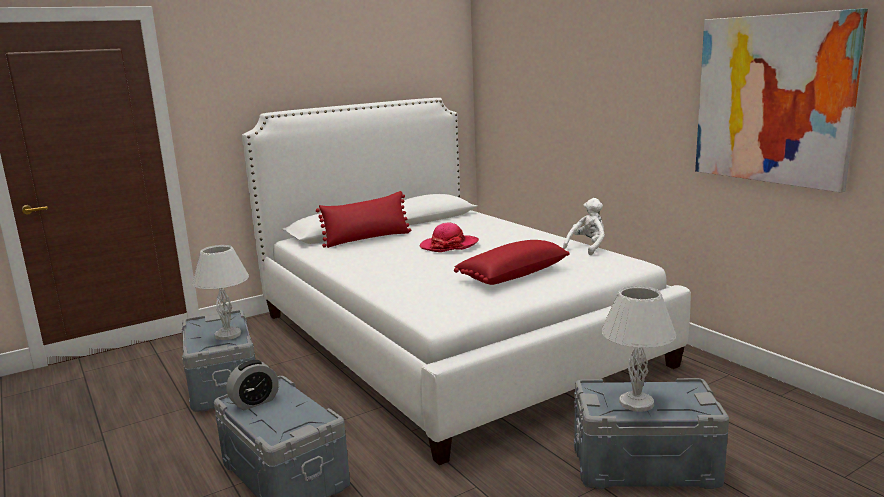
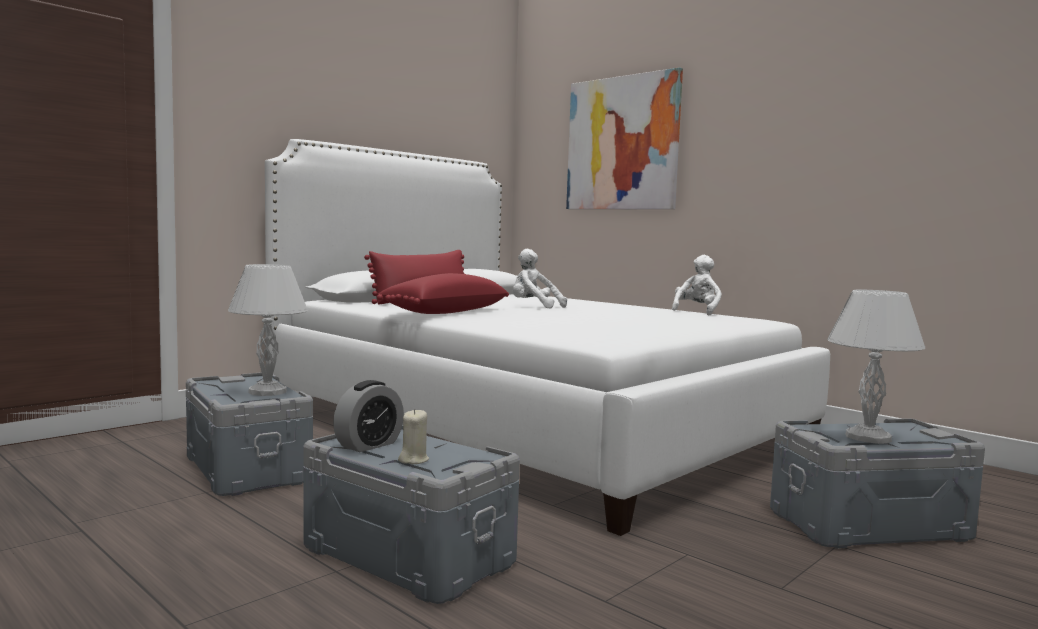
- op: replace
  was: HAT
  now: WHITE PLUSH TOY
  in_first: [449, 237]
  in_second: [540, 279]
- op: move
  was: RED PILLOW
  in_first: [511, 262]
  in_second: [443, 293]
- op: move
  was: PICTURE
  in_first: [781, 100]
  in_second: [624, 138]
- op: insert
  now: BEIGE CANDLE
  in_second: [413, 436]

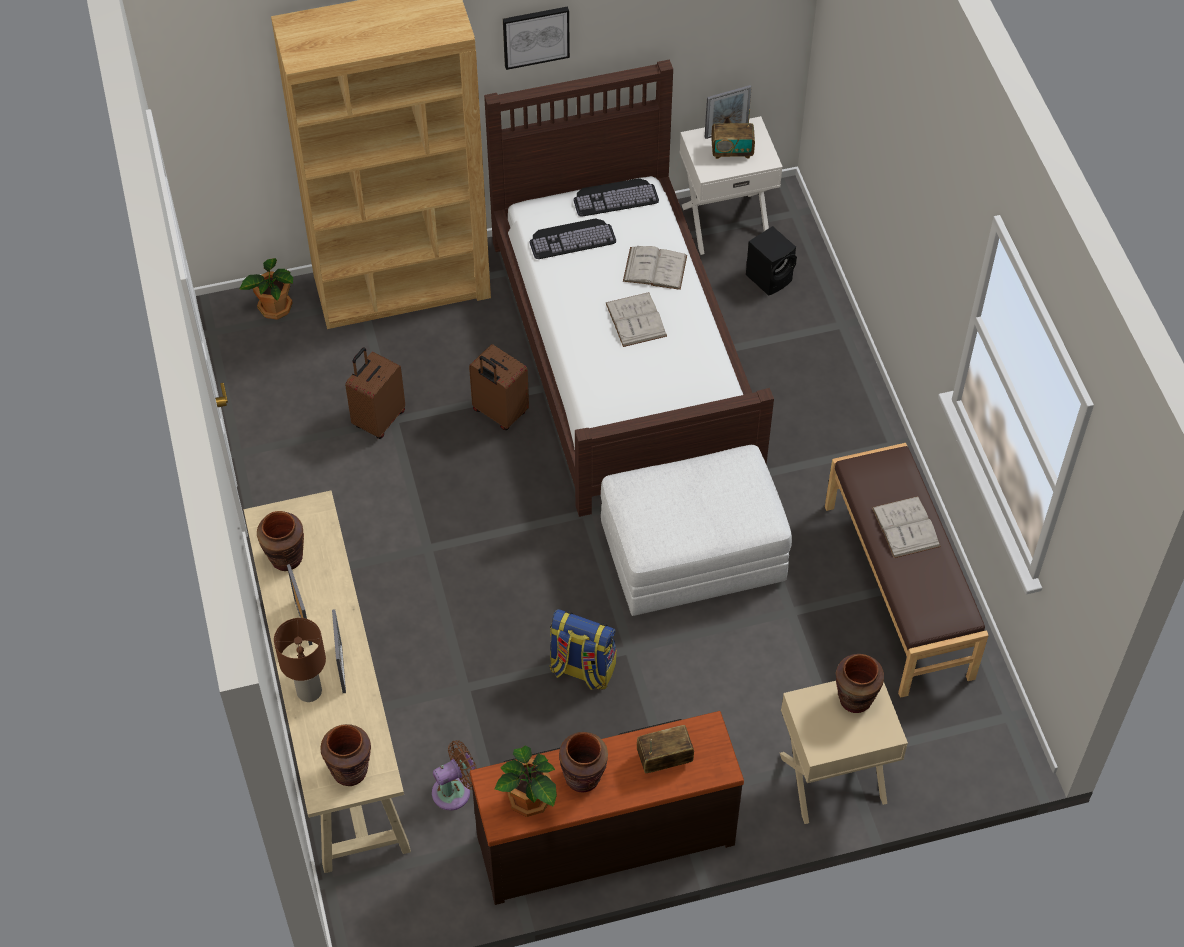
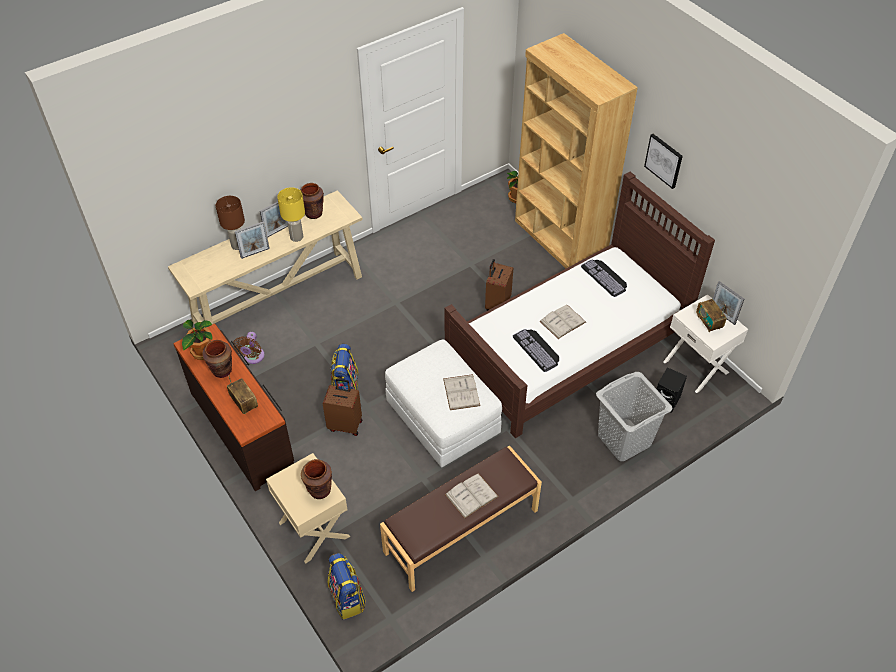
- op: delete
  was: BROWN VASE
  in_first: [345, 755]
- op: move
  was: BROWN SUITCASE
  in_first: [375, 393]
  in_second: [342, 407]
- op: rotate
  was: BROWN FAN
  in_first: [454, 775]
  in_second: [249, 348]
  clockwise: 60
- op: move
  was: KEYBOARD
  in_first: [616, 197]
  in_second: [536, 350]
- op: move
  was: WHITE BOOK
  in_first: [655, 268]
  in_second: [461, 392]
- op: insert
  now: YELLOW TABLE LAMP
  in_second: [291, 214]
- op: insert
  now: BACKPACK
  in_second: [347, 586]
- op: insert
  now: GREY LAUNDRY BASKET
  in_second: [634, 416]

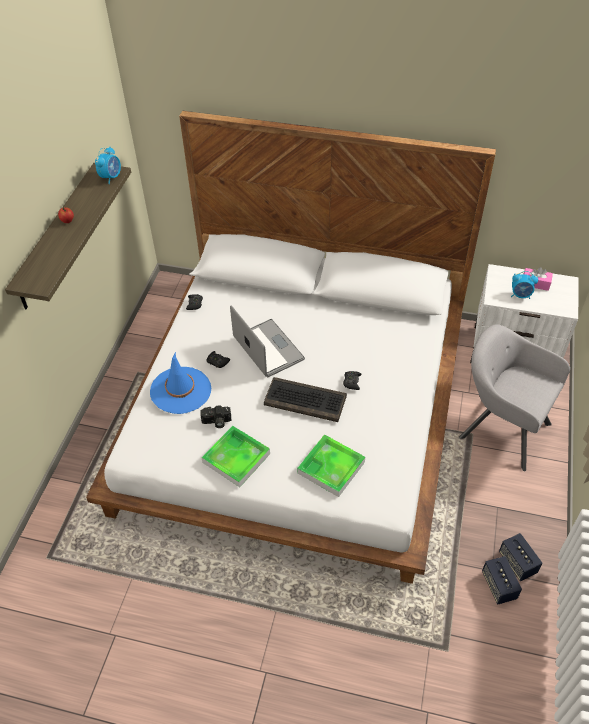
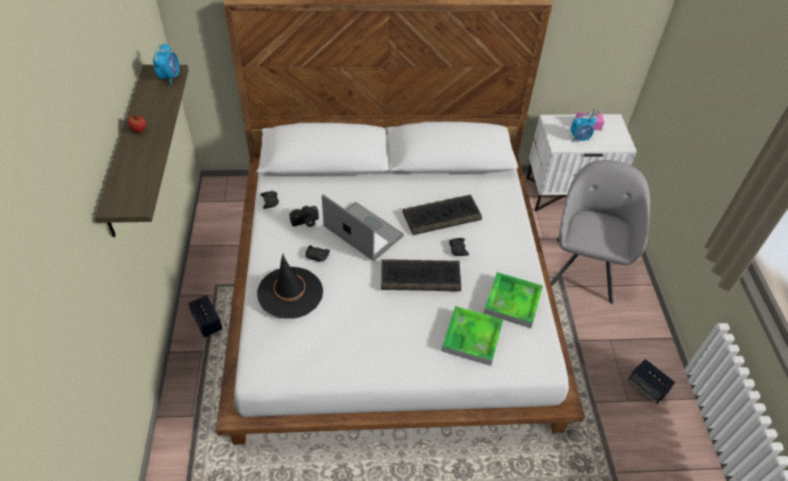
- op: recolor
  was: BLUE HAT
  now: BLACK HAT
  in_first: [180, 383]
  in_second: [290, 286]
- op: move
  was: PHOTO CAMERA
  in_first: [215, 416]
  in_second: [304, 216]
- op: move
  was: TRAY
  in_first: [235, 456]
  in_second: [513, 300]
- op: rotate
  was: GREY ARMCHAIR
  in_first: [514, 397]
  in_second: [600, 232]
  clockwise: 90
- op: move
  was: SPEAKER
  in_first: [502, 580]
  in_second: [205, 316]
- op: insert
  now: KEYBOARD
  in_second: [442, 215]

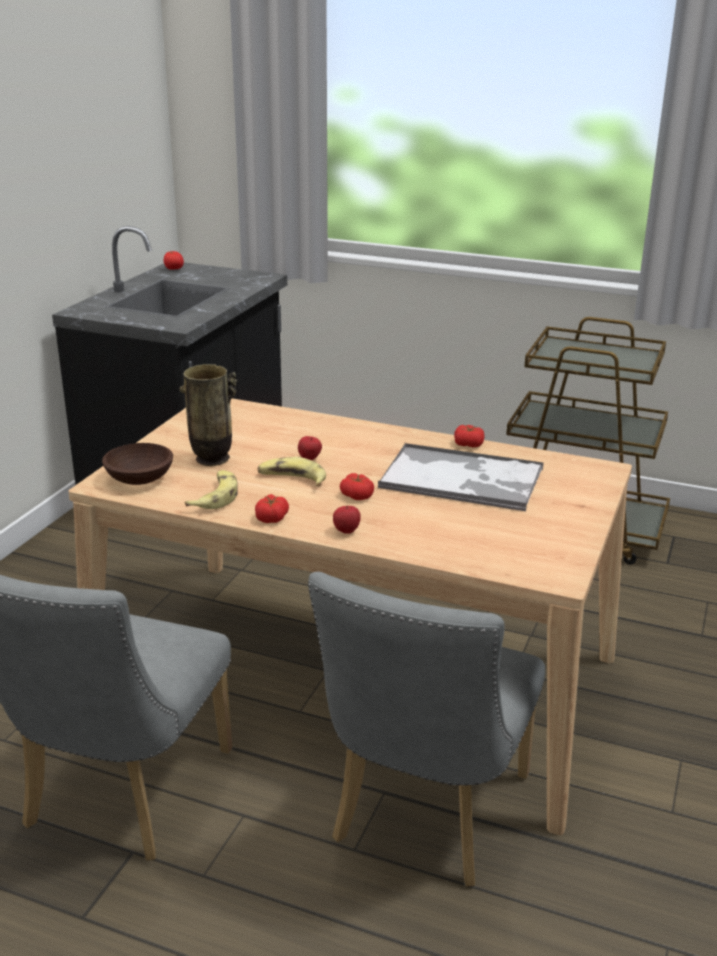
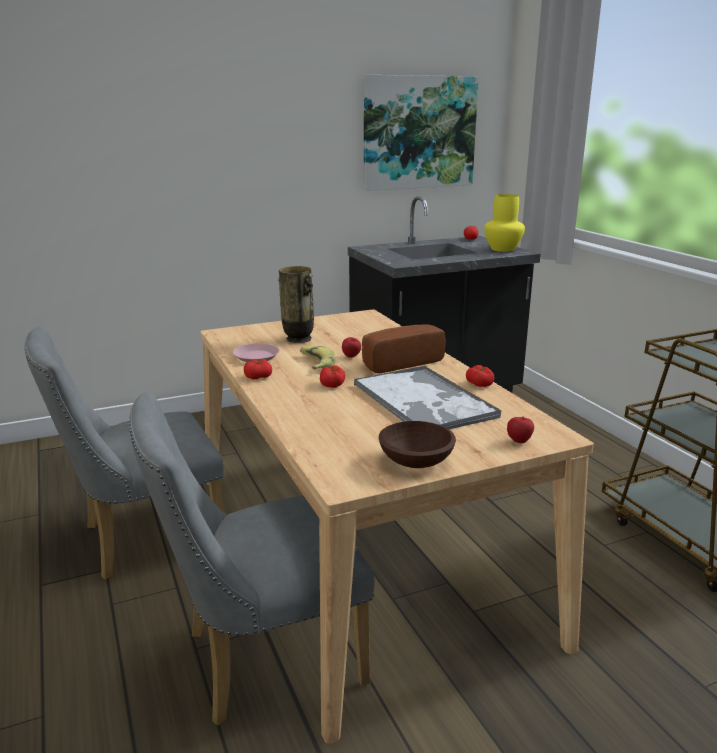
- op: move
  was: BROWN BOWL
  in_first: [137, 464]
  in_second: [417, 444]
- op: replace
  was: BANANA
  now: PINK PLATE
  in_first: [211, 489]
  in_second: [256, 353]
- op: move
  was: APPLE
  in_first: [347, 519]
  in_second: [520, 429]
- op: insert
  now: BREAD
  in_second: [404, 349]
- op: insert
  now: PICTURE
  in_second: [421, 133]
- op: insert
  now: YELLOW VASE
  in_second: [504, 223]

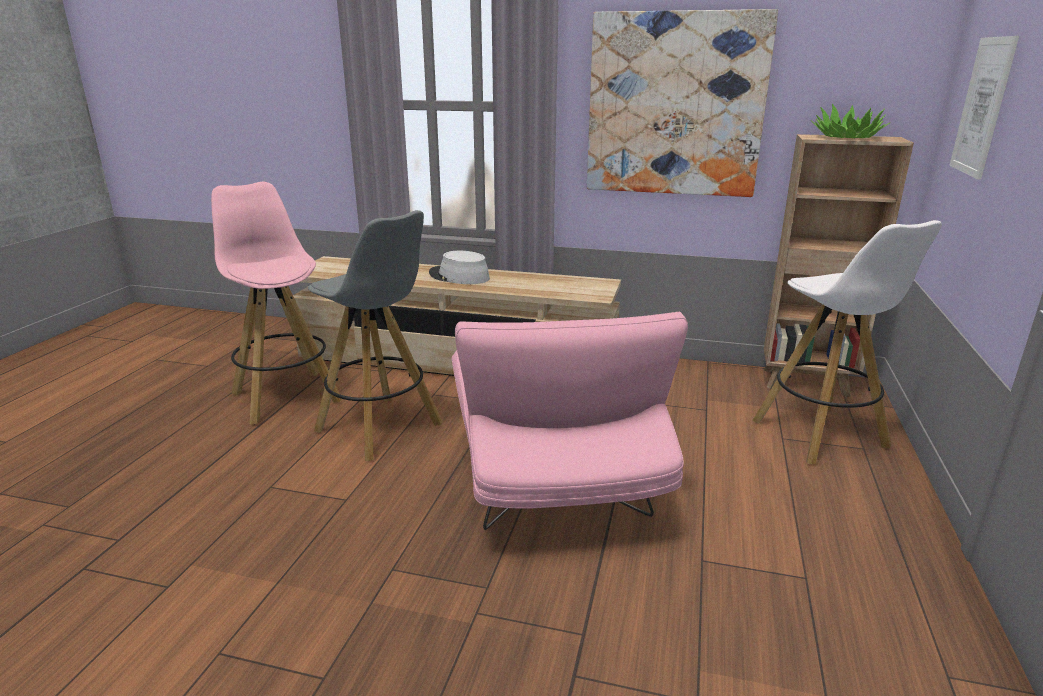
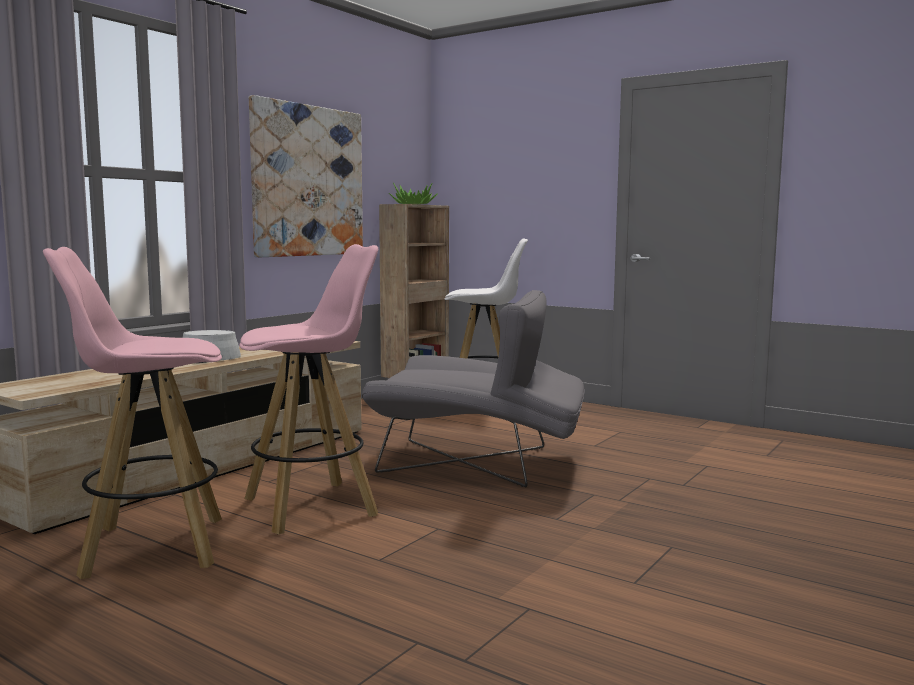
- op: recolor
  was: GREY STOOL
  now: PINK STOOL
  in_first: [375, 335]
  in_second: [308, 389]
- op: recolor
  was: PINK ARMCHAIR
  now: GREY ARMCHAIR
  in_first: [570, 421]
  in_second: [473, 388]
- op: delete
  was: PICTURE
  in_first: [984, 108]

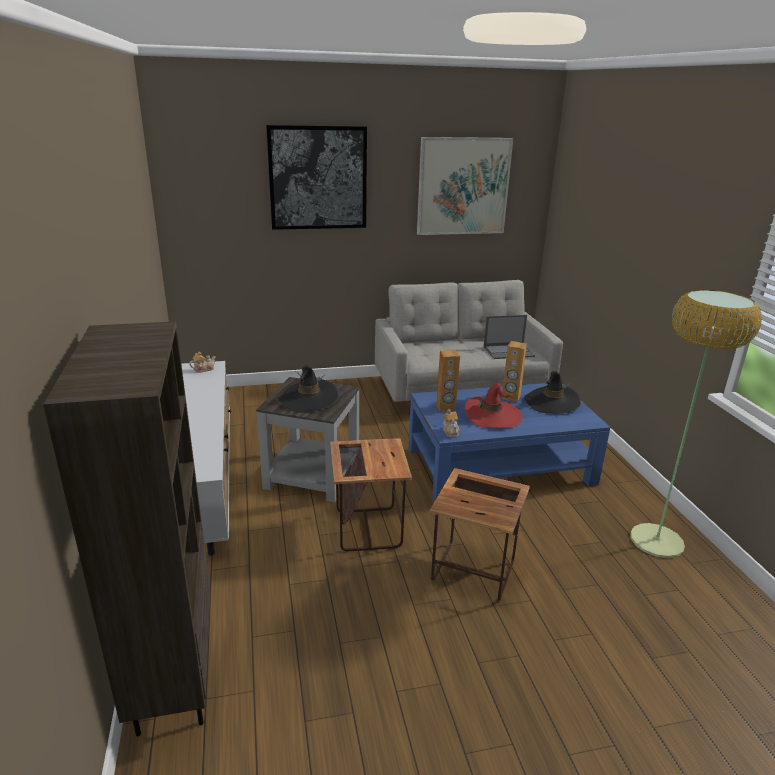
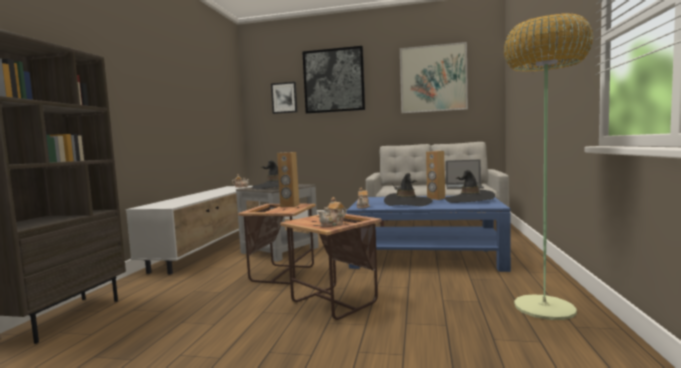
- op: move
  was: BROWN SPEAKER
  in_first: [448, 381]
  in_second: [288, 179]
- op: recolor
  was: RED HAT
  now: BLACK HAT
  in_first: [493, 405]
  in_second: [408, 189]
- op: insert
  now: PICTURE
  in_second: [284, 98]
- op: insert
  now: TEAPOT
  in_second: [332, 212]

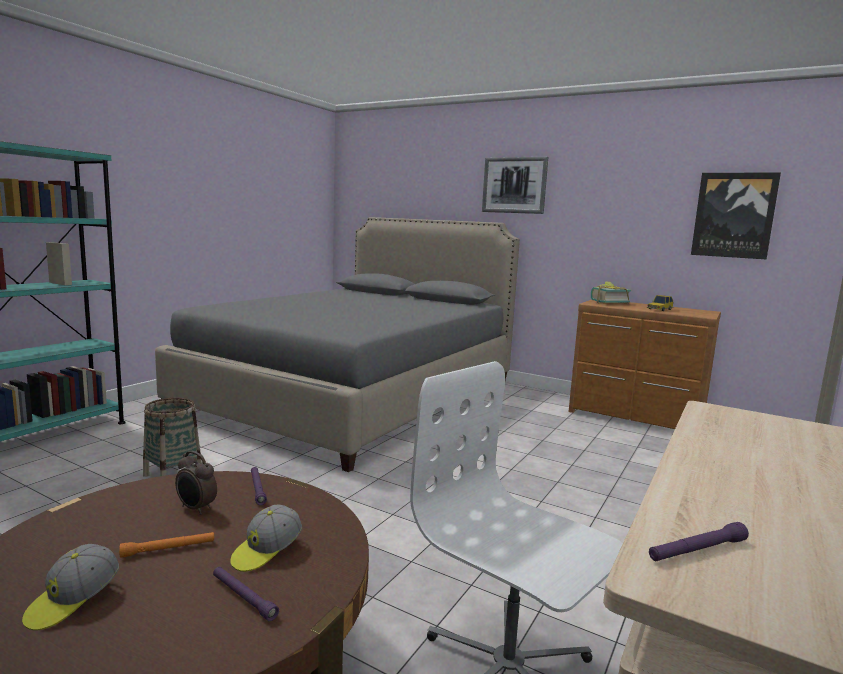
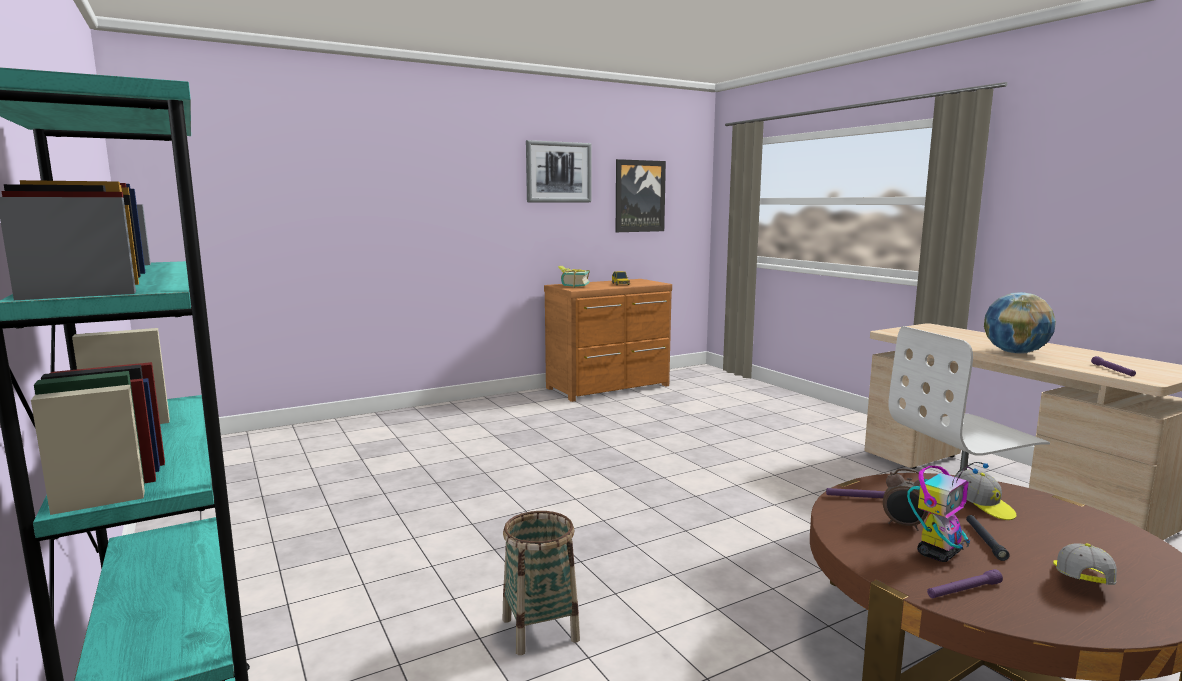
- op: rotate
  was: CAP
  in_first: [70, 587]
  in_second: [1085, 564]
  clockwise: -120
- op: recolor
  was: ORANGE FLASHLIGHT
  now: BLACK FLASHLIGHT
  in_first: [166, 545]
  in_second: [987, 538]
- op: delete
  was: GREY BED
  in_first: [337, 344]
- op: rotate
  was: ALARM CLOCK
  in_first: [196, 483]
  in_second: [906, 499]
  clockwise: 60
- op: move
  was: PURPLE FLASHLIGHT
  in_first: [246, 594]
  in_second: [965, 583]
- op: move
  was: PICTURE
  in_first: [515, 185]
  in_second: [558, 171]
- op: insert
  now: TOY ROBOT
  in_second: [948, 512]
- op: insert
  now: GLOBE
  in_second: [1020, 323]

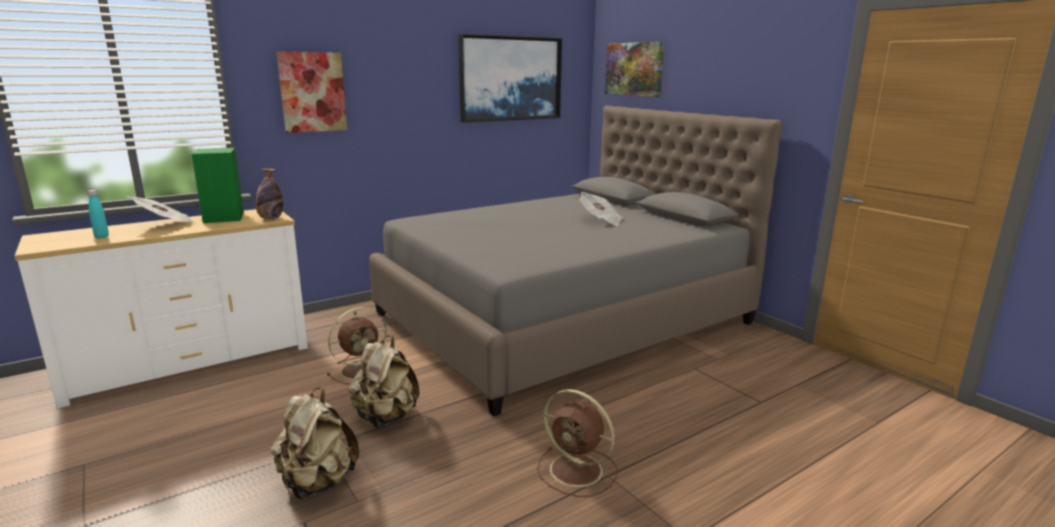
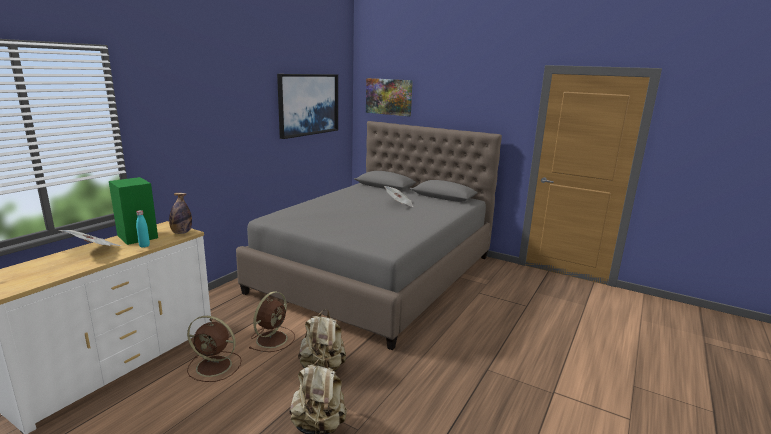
- op: move
  was: TURQUOISE BOTTLE
  in_first: [98, 214]
  in_second: [143, 229]
- op: delete
  was: PICTURE
  in_first: [312, 92]
- op: move
  was: BROWN FAN
  in_first: [577, 443]
  in_second: [214, 349]

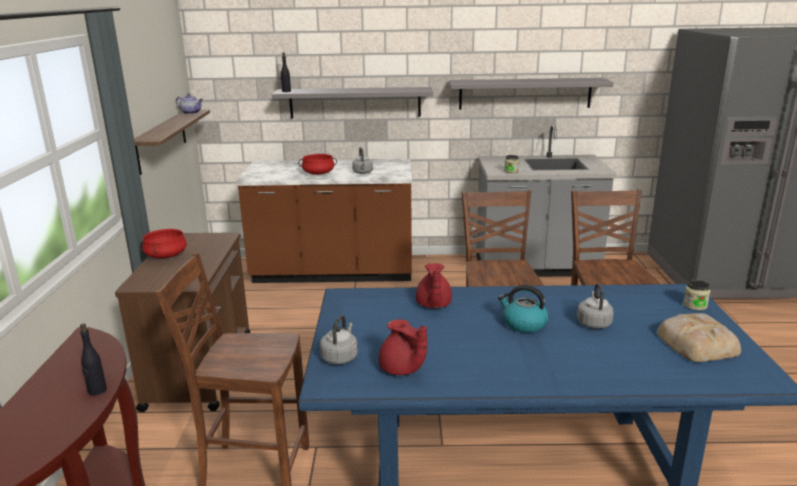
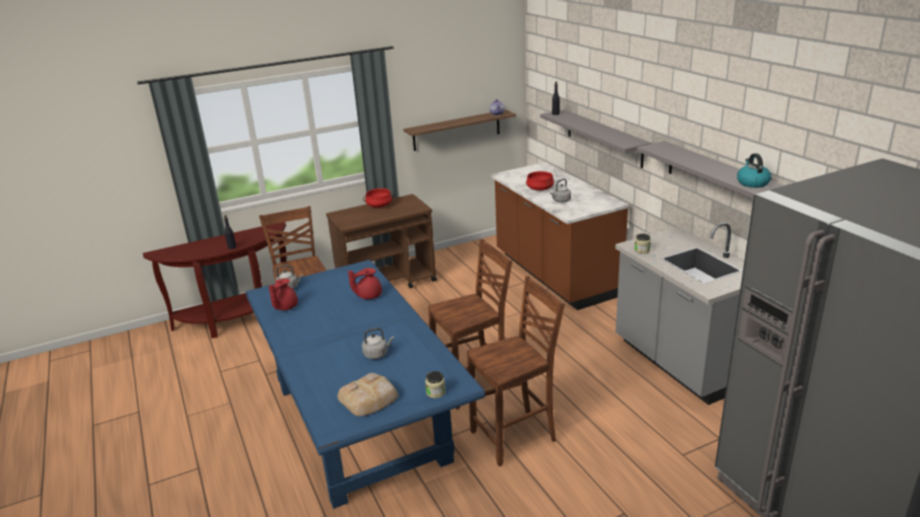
- op: move
  was: KETTLE
  in_first: [523, 309]
  in_second: [754, 170]

